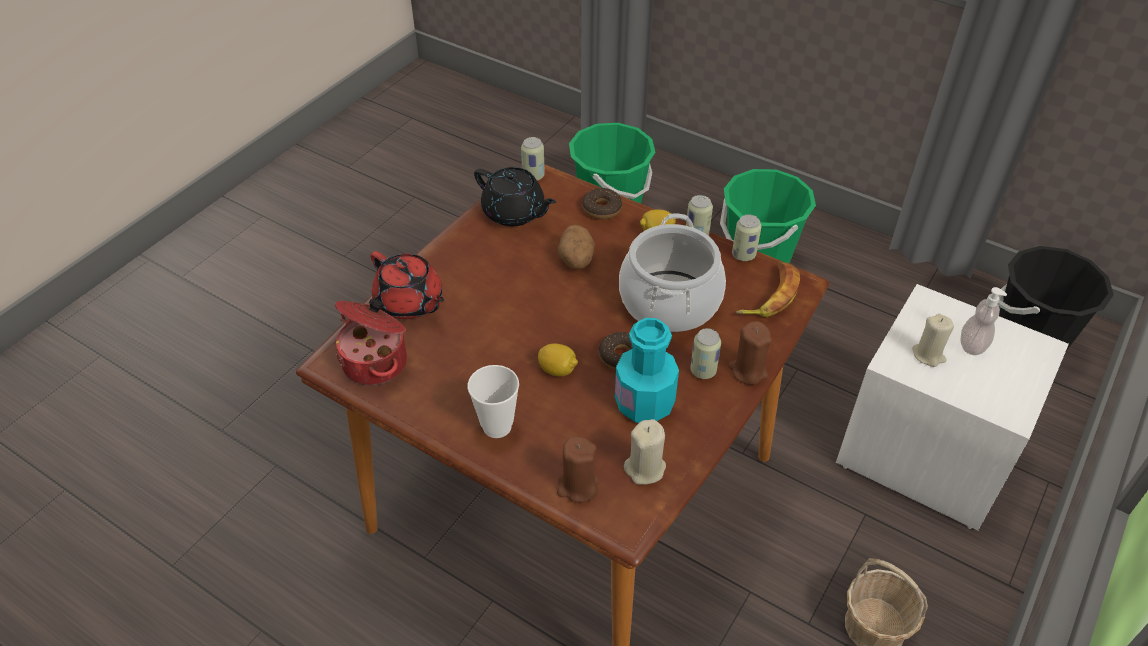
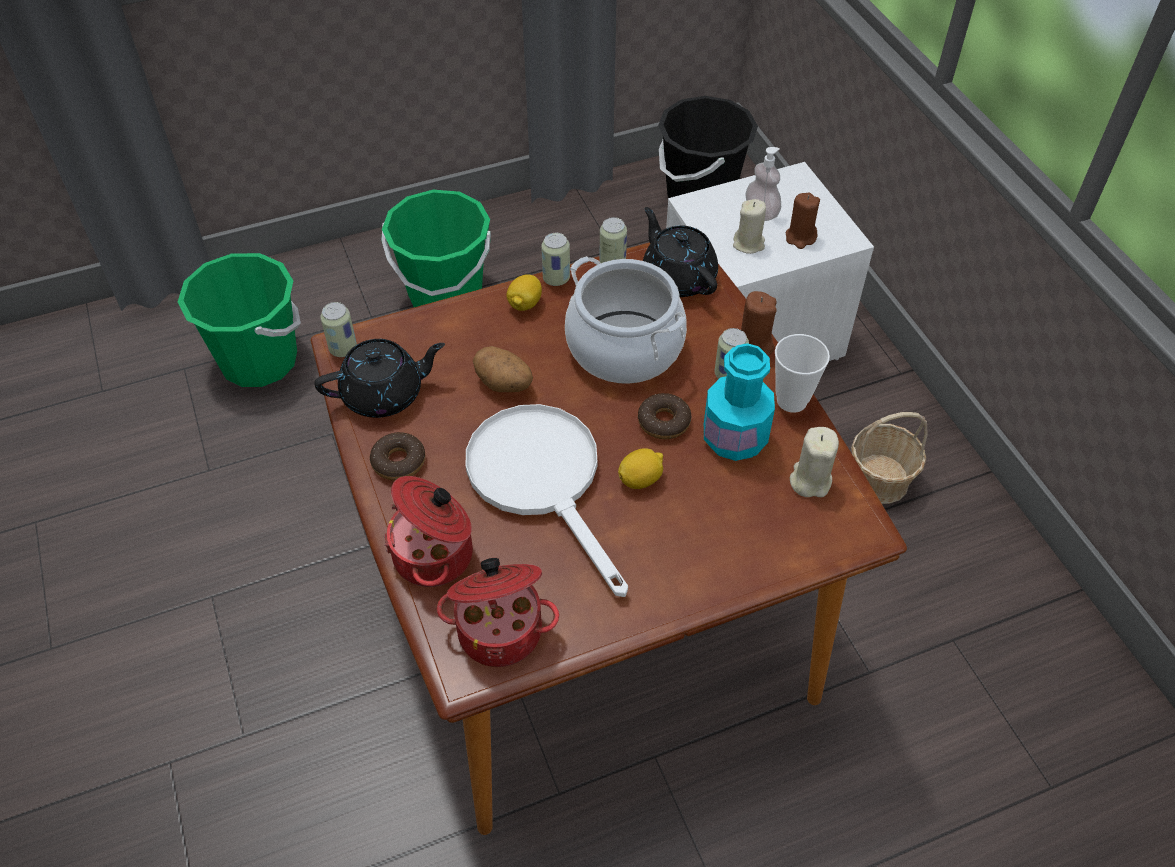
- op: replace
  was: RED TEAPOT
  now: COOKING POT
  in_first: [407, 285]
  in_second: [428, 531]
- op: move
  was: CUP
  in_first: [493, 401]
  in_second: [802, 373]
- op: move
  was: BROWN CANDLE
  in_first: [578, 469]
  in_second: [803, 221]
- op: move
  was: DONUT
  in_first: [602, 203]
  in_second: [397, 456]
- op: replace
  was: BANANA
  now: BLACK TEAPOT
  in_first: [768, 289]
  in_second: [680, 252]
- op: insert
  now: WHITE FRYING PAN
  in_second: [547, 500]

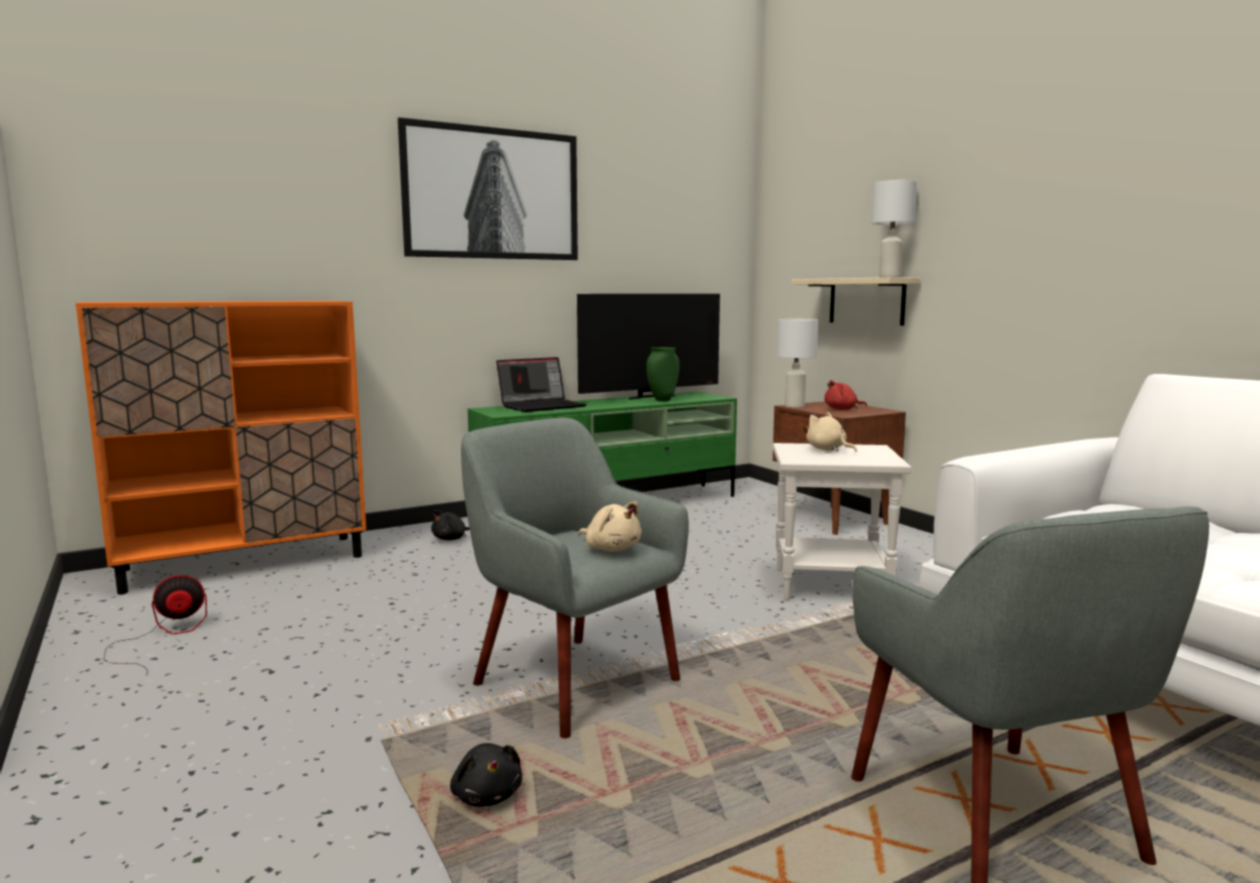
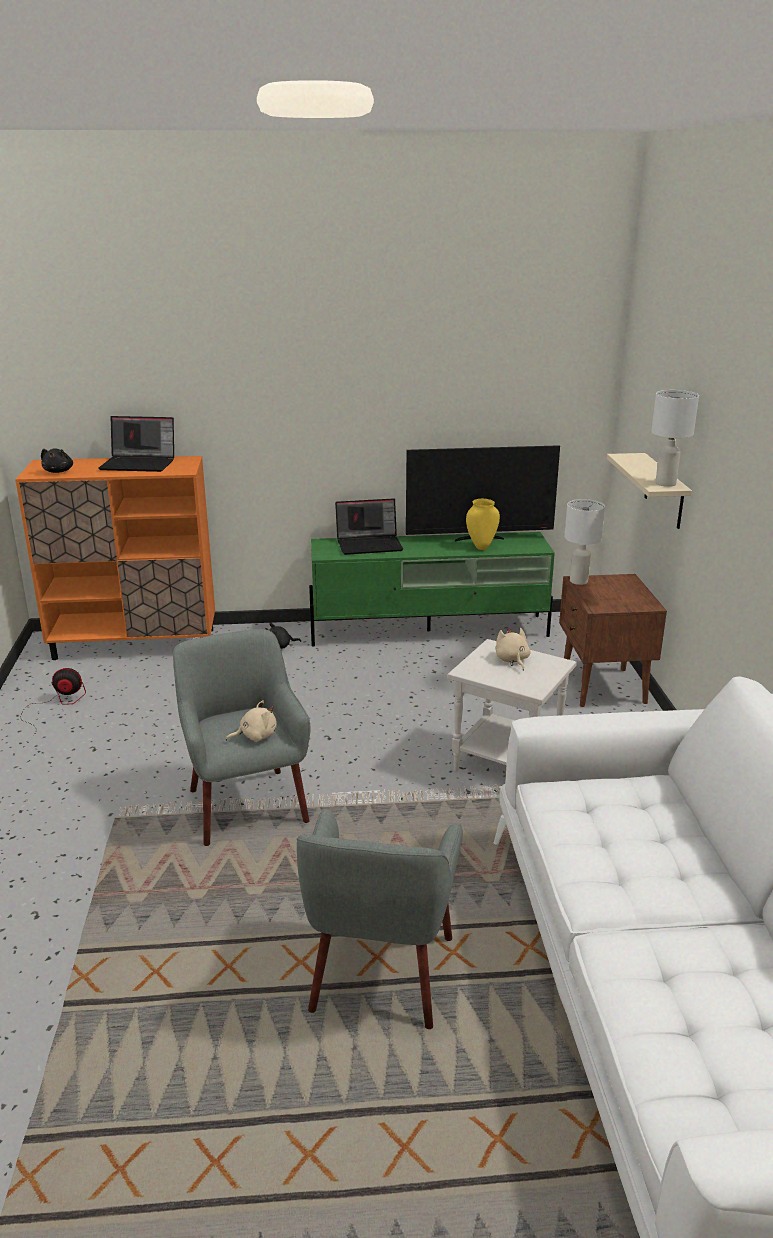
- op: delete
  was: PICTURE
  in_first: [488, 188]
- op: move
  was: BLACK PLUSH TOY
  in_first: [486, 775]
  in_second: [57, 460]
- op: rotate
  was: BEIGE PLUSH TOY
  in_first: [610, 526]
  in_second: [251, 720]
  clockwise: -90
- op: recolor
  was: GREEN VASE
  now: YELLOW VASE
  in_first: [662, 374]
  in_second: [483, 524]
- op: delete
  was: RED PLUSH TOY
  in_first: [845, 395]
- op: insert
  now: LAPTOP
  in_second: [136, 444]

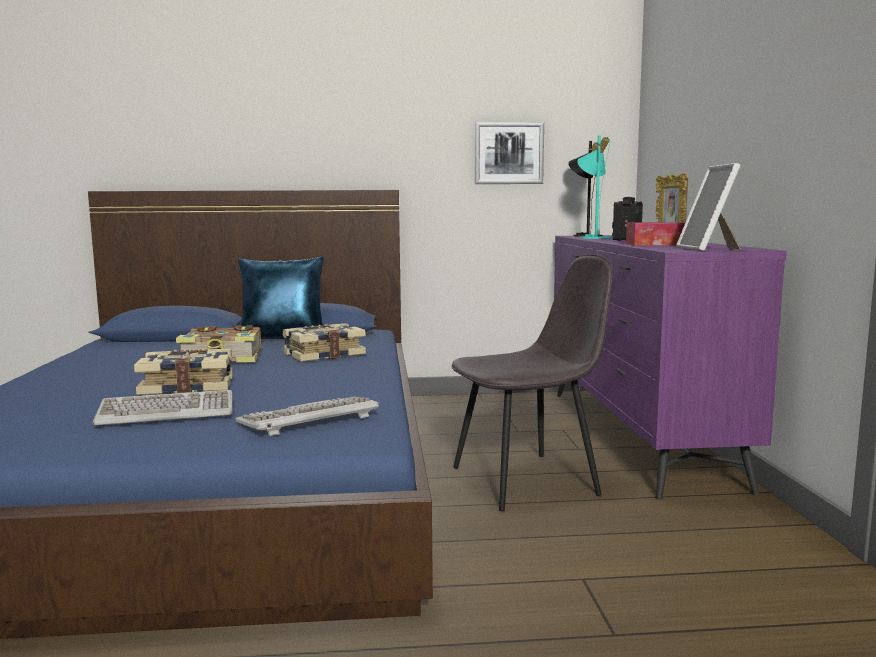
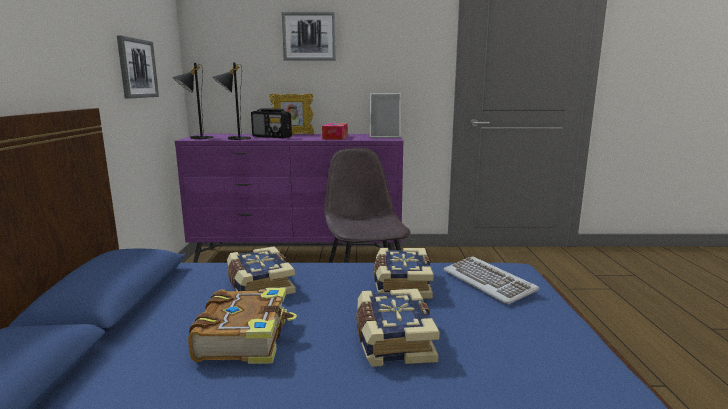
- op: delete
  was: KEYBOARD
  in_first: [162, 407]
- op: delete
  was: BLUE PILLOW
  in_first: [281, 297]
- op: recolor
  was: TURQUOISE TABLE LAMP
  now: BLACK TABLE LAMP
  in_first: [594, 187]
  in_second: [231, 101]
- op: insert
  now: PICTURE
  in_second: [309, 36]
- op: insert
  now: BOOK
  in_second: [404, 273]

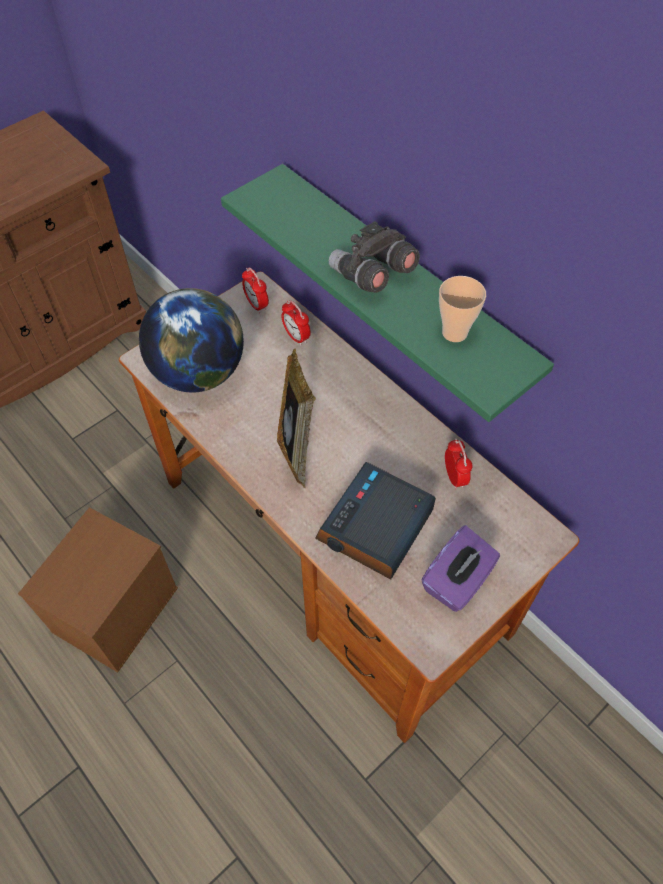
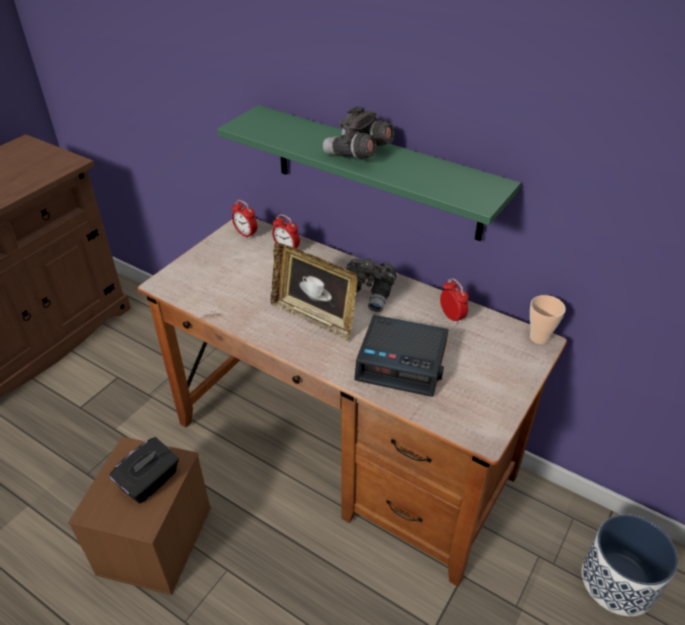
- op: delete
  was: GLOBE
  in_first: [191, 340]
- op: rotate
  was: PICTURE FRAME
  in_first: [296, 418]
  in_second: [313, 292]
  clockwise: 135
- op: rotate
  was: ALARM CLOCK
  in_first: [375, 521]
  in_second: [401, 356]
  clockwise: -90
- op: delete
  was: PURPLE TISSUE BOX
  in_first: [460, 568]
- op: move
  was: CUP
  in_first: [462, 309]
  in_second: [548, 319]
- op: insert
  now: BLACK TISSUE BOX
  in_second: [144, 470]
- op: insert
  now: GREY BINOCULARS
  in_second: [370, 285]
- op: insert
  now: PLANTER
  in_second: [630, 565]

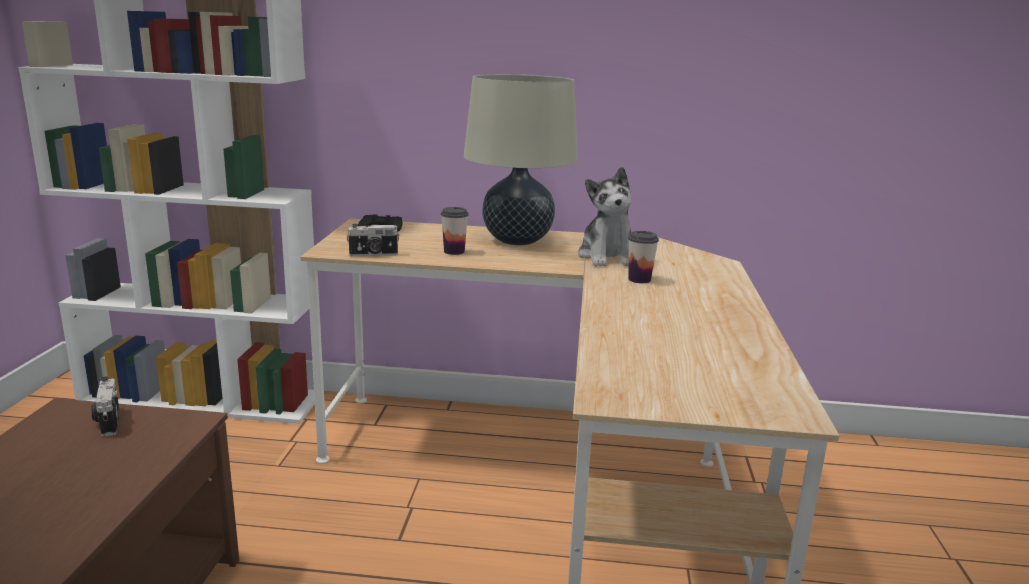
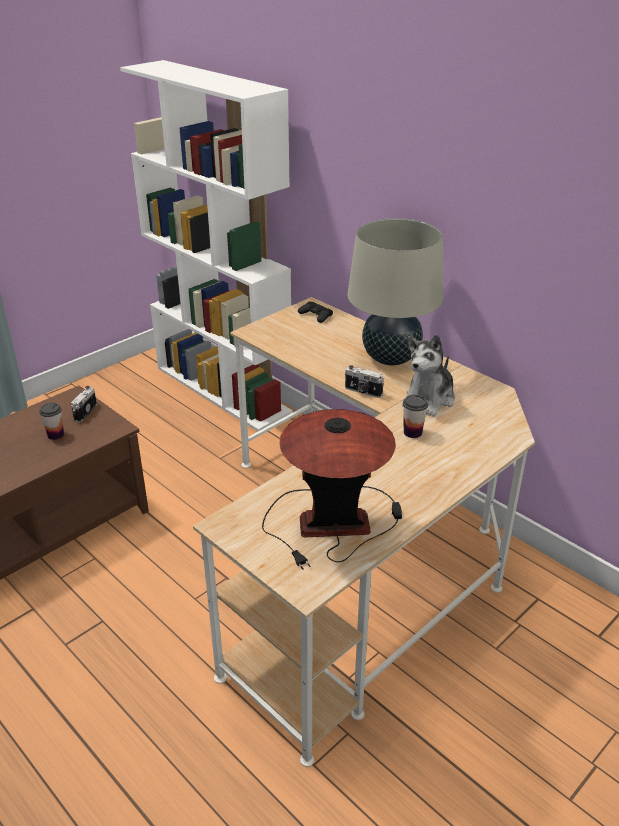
- op: move
  was: PHOTO CAMERA
  in_first: [373, 240]
  in_second: [364, 381]
- op: move
  was: CUP
  in_first: [454, 231]
  in_second: [51, 421]
- op: insert
  now: TABLE LAMP
  in_second: [332, 489]

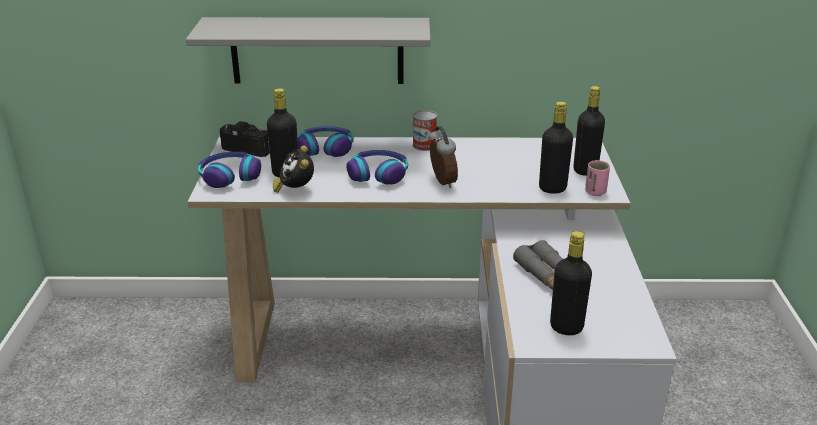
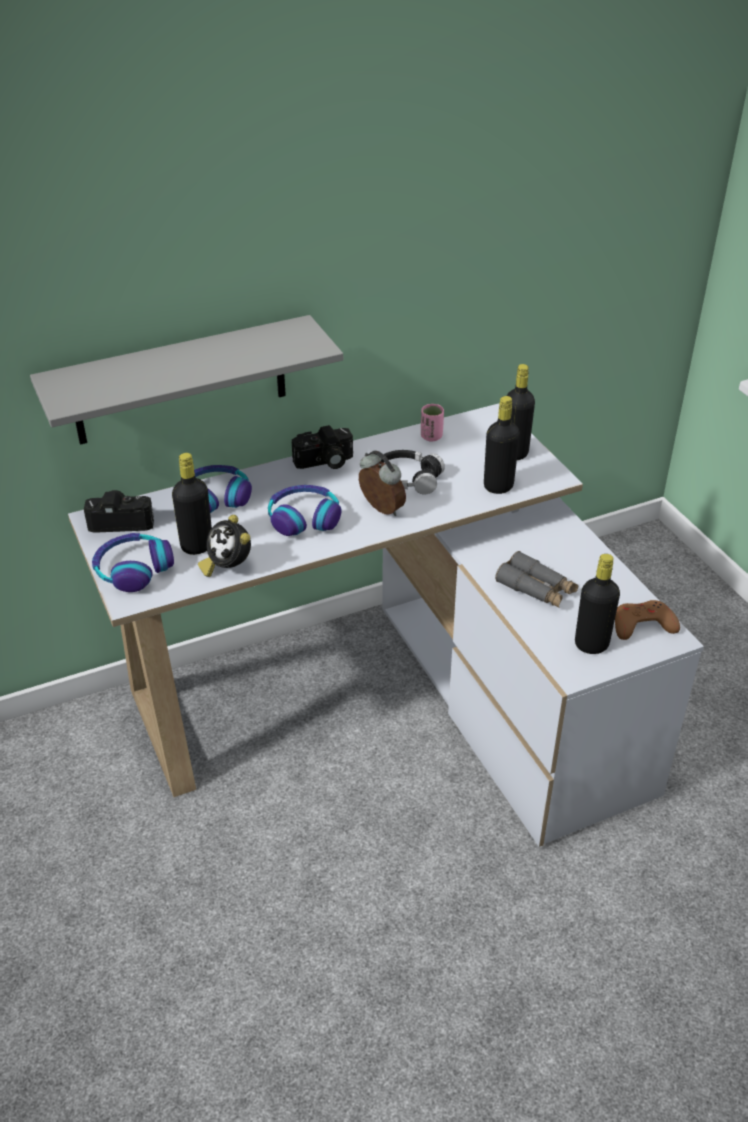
- op: replace
  was: CAN
  now: PHOTO CAMERA
  in_first: [425, 130]
  in_second: [322, 447]
- op: move
  was: PINK CUP
  in_first: [597, 178]
  in_second: [432, 422]
- op: insert
  now: BLACK HEADPHONES
  in_second: [413, 472]
- op: insert
  now: BROWN GAME CONTROLLER
  in_second: [647, 620]

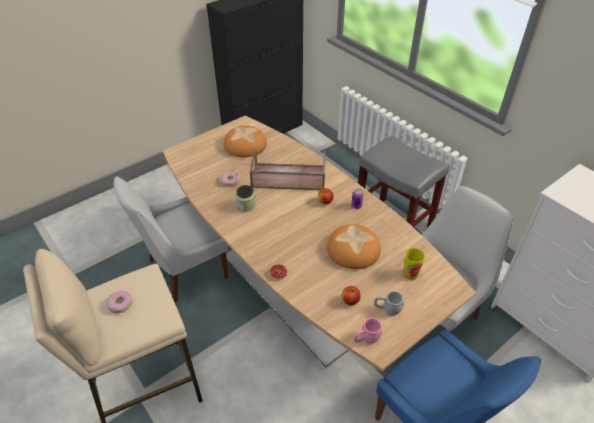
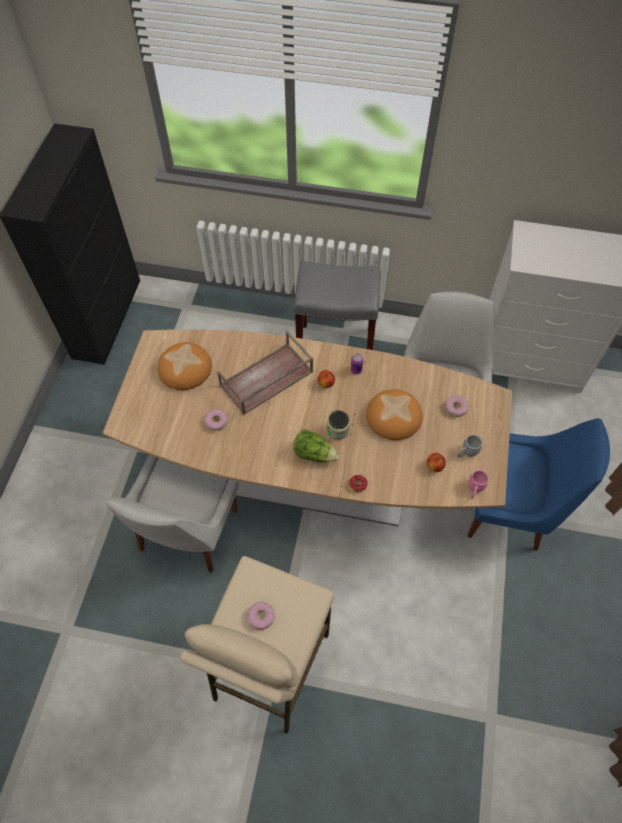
- op: move
  was: JAR
  in_first: [245, 198]
  in_second: [338, 425]
- op: replace
  was: CUP
  now: DONUT
  in_first: [414, 264]
  in_second: [456, 406]
- op: insert
  now: LETTUCE
  in_second: [316, 445]

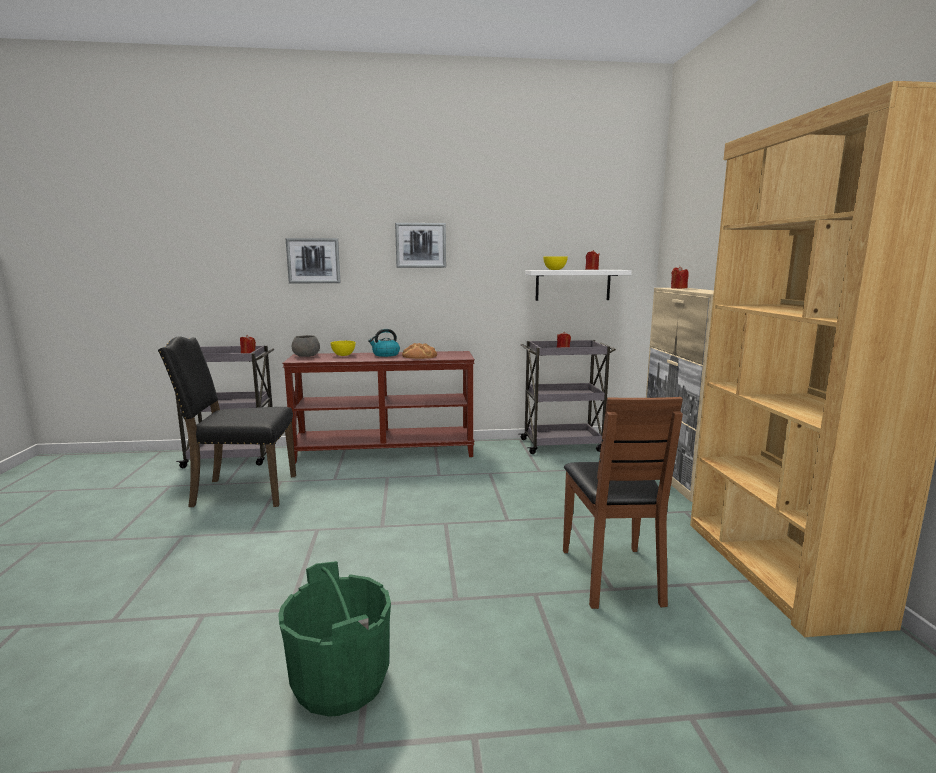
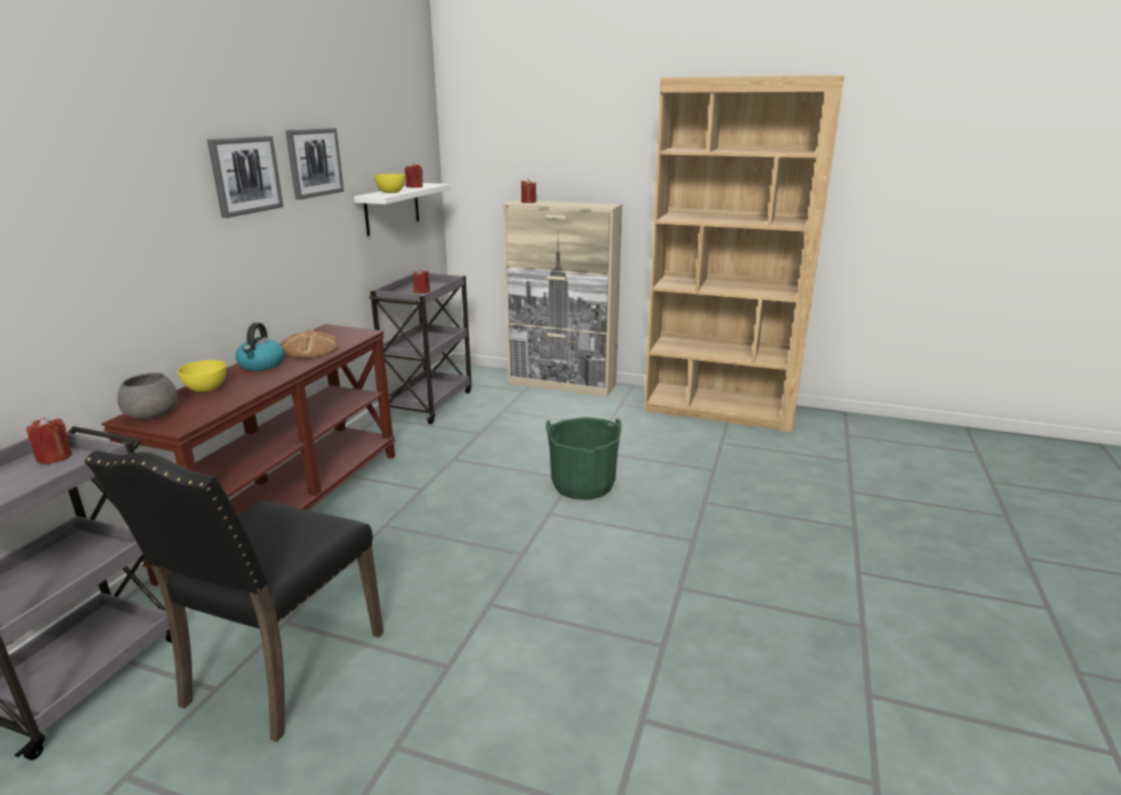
- op: move
  was: GREEN BUCKET
  in_first: [334, 639]
  in_second: [584, 458]
- op: move
  was: PICTURE
  in_first: [313, 260]
  in_second: [314, 164]
- op: delete
  was: BROWN CHAIR
  in_first: [623, 503]

